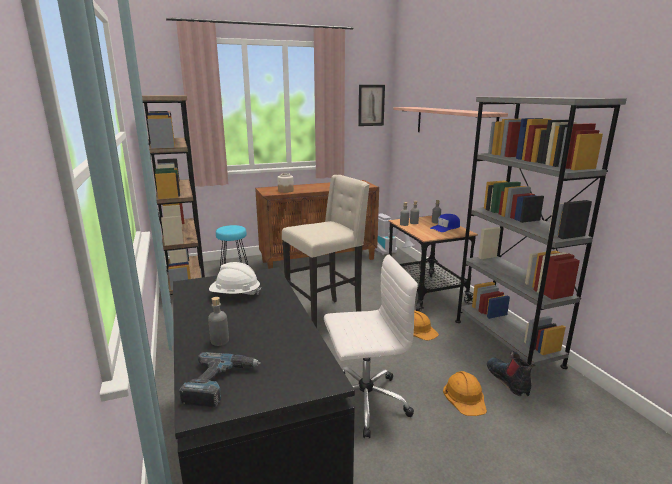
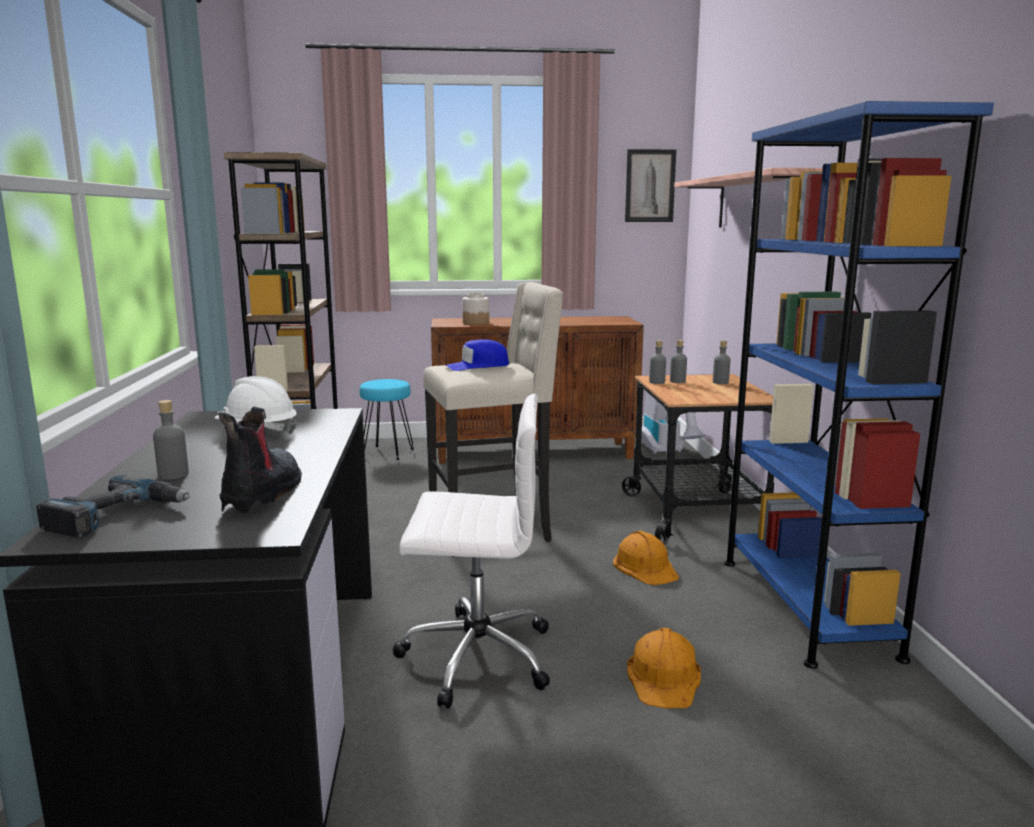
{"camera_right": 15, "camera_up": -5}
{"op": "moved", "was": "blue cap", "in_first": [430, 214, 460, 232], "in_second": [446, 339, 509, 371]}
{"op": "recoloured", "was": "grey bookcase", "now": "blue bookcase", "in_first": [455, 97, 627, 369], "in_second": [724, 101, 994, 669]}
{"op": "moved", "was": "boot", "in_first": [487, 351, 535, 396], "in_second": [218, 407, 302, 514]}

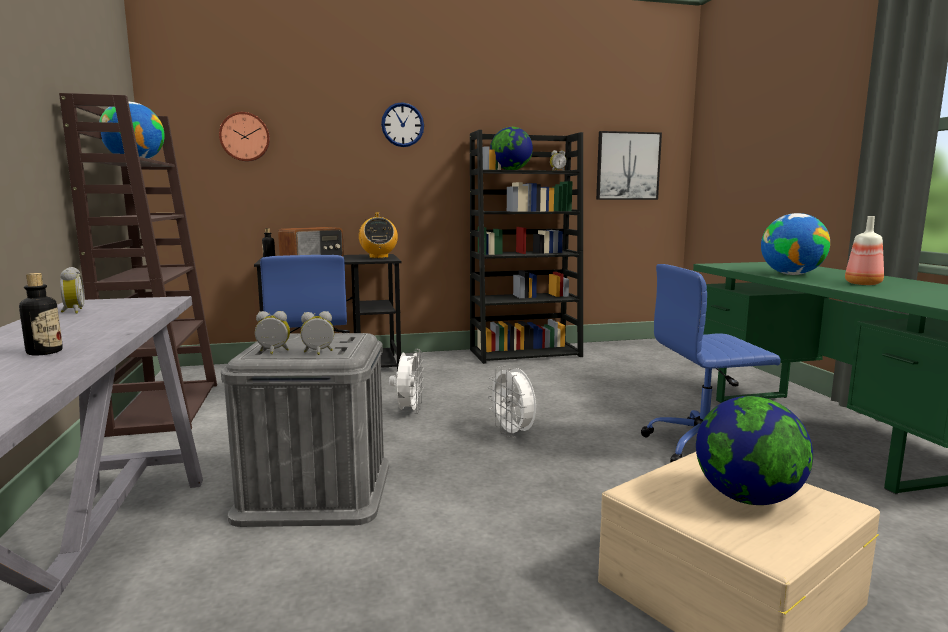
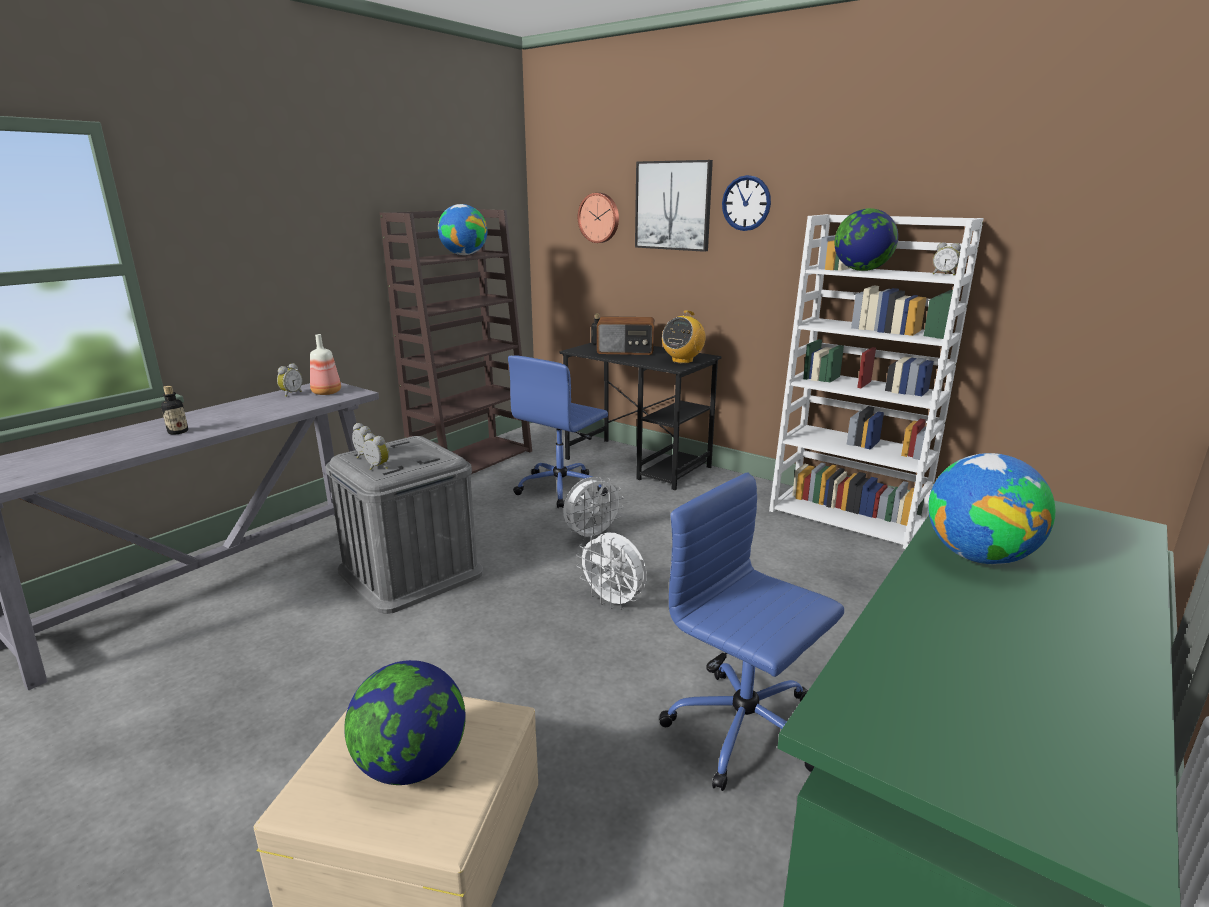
{"camera_right": 50, "camera_up": 10}
{"op": "recoloured", "was": "black bookcase", "now": "white bookcase", "in_first": [470, 130, 583, 364], "in_second": [769, 214, 984, 549]}
{"op": "turned", "was": "white fan", "in_first": [488, 365, 536, 438], "in_second": [576, 532, 647, 610], "clockwise": -75}
{"op": "moved", "was": "picture", "in_first": [596, 131, 662, 200], "in_second": [635, 160, 713, 252]}
{"op": "moved", "was": "bottle", "in_first": [845, 216, 884, 285], "in_second": [310, 334, 341, 395]}

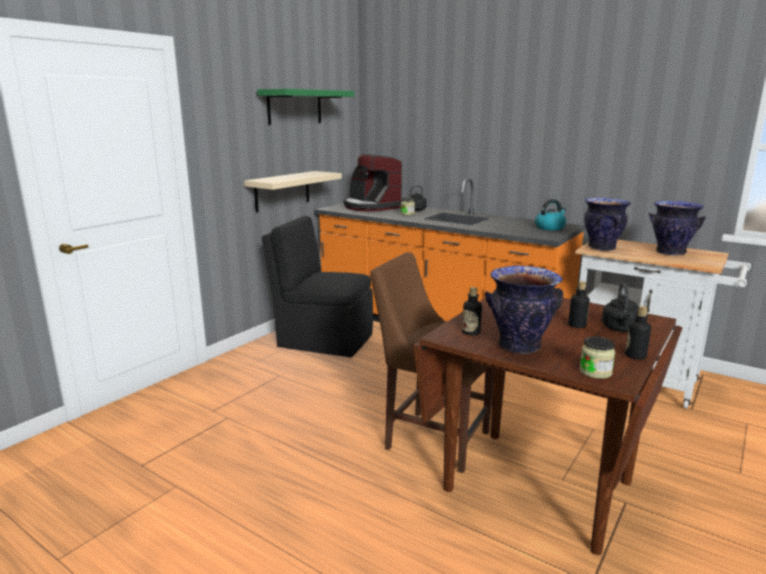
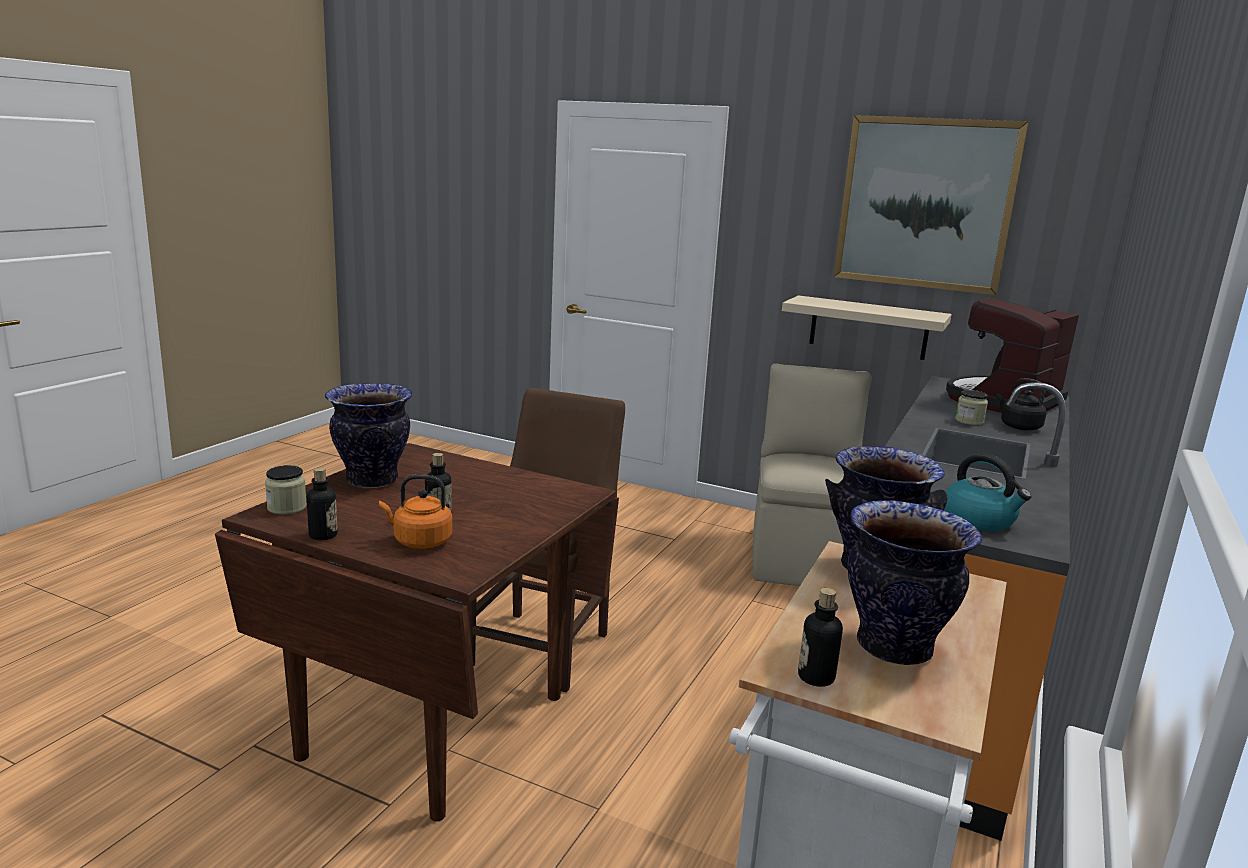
{"camera_right": 80, "camera_up": 0}
{"op": "replaced", "was": "green shelf", "now": "picture", "in_first": [257, 89, 355, 125], "in_second": [833, 115, 1029, 295]}
{"op": "recoloured", "was": "black chair", "now": "beige chair", "in_first": [262, 216, 373, 358], "in_second": [753, 363, 872, 586]}
{"op": "moved", "was": "bottle", "in_first": [462, 287, 482, 336], "in_second": [798, 588, 843, 687]}
{"op": "recoloured", "was": "black kettle", "now": "orange kettle", "in_first": [602, 283, 638, 332], "in_second": [379, 475, 452, 549]}

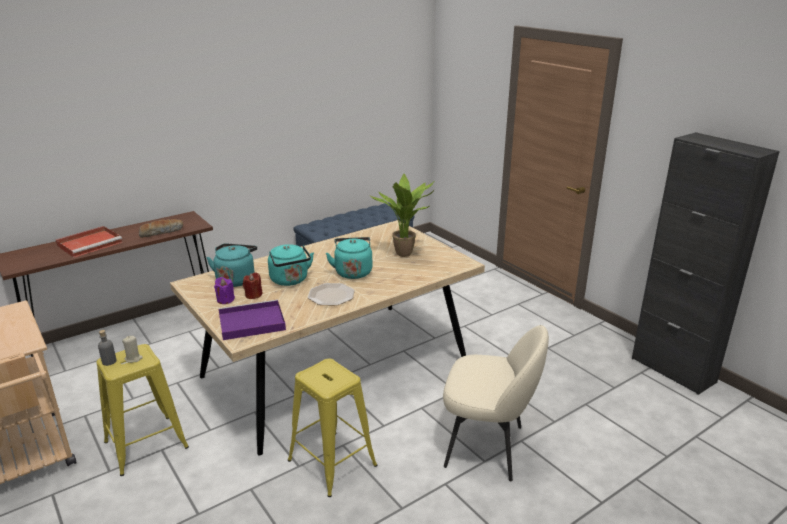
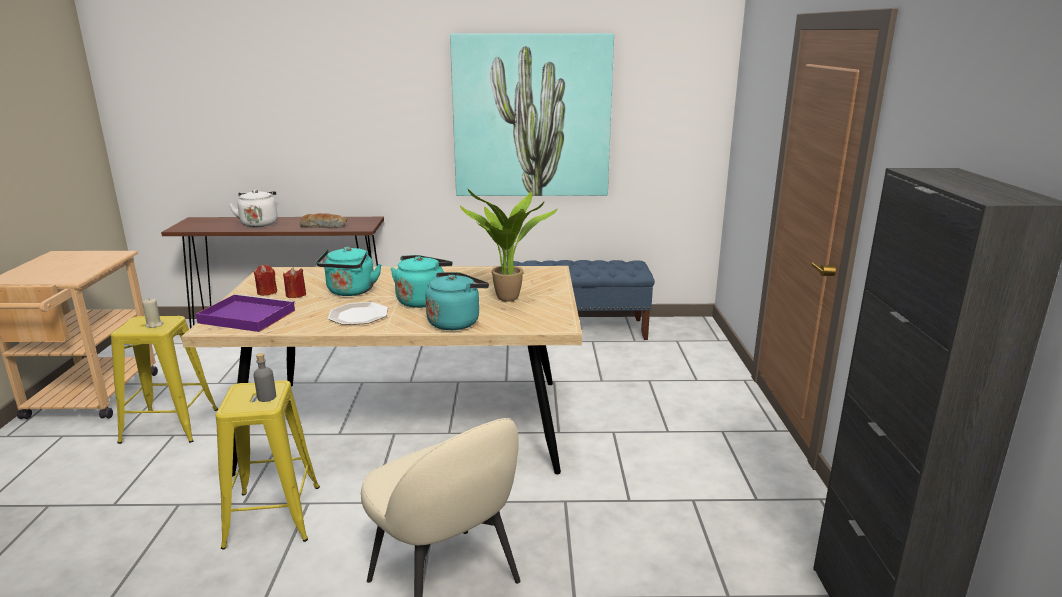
{"camera_right": 35, "camera_up": -5}
{"op": "replaced", "was": "red tray", "now": "white kettle", "in_first": [56, 226, 122, 258], "in_second": [229, 190, 278, 227]}
{"op": "moved", "was": "grey bottle", "in_first": [98, 330, 116, 366], "in_second": [254, 353, 276, 402]}
{"op": "moved", "was": "turquoise kettle", "in_first": [206, 244, 257, 287], "in_second": [425, 272, 489, 330]}
{"op": "recoloured", "was": "purple candle", "now": "red candle", "in_first": [214, 277, 235, 304], "in_second": [254, 265, 277, 296]}
{"op": "added", "now": "picture", "in_second": [450, 34, 614, 196]}

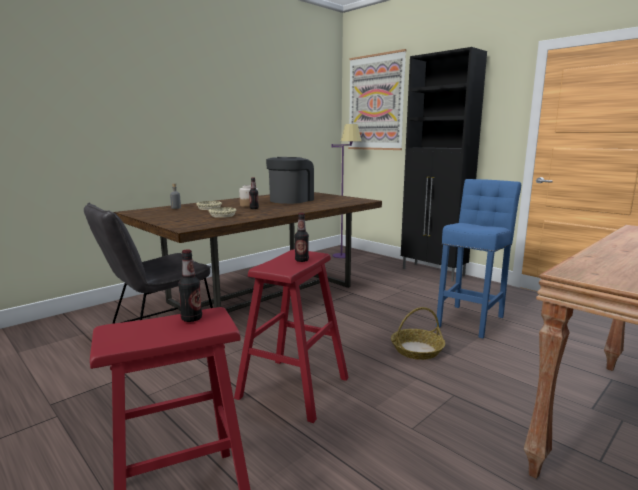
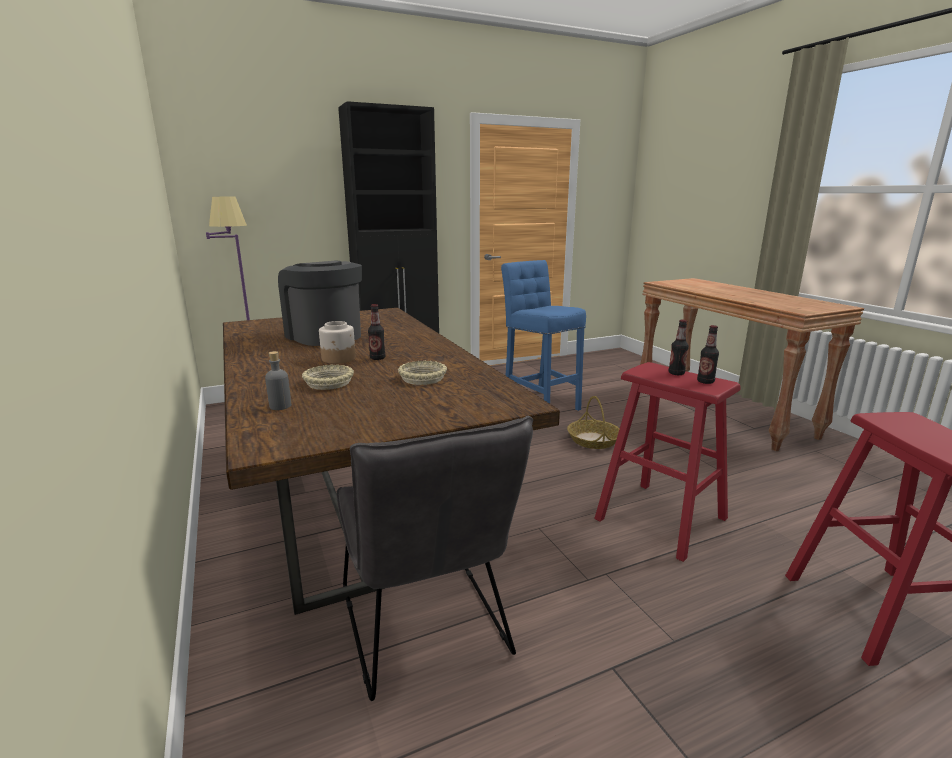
{"camera_right": -70, "camera_up": 5}
{"op": "moved", "was": "bottle", "in_first": [178, 249, 202, 322], "in_second": [697, 325, 719, 384]}
{"op": "removed", "was": "picture", "in_first": [348, 49, 407, 150]}

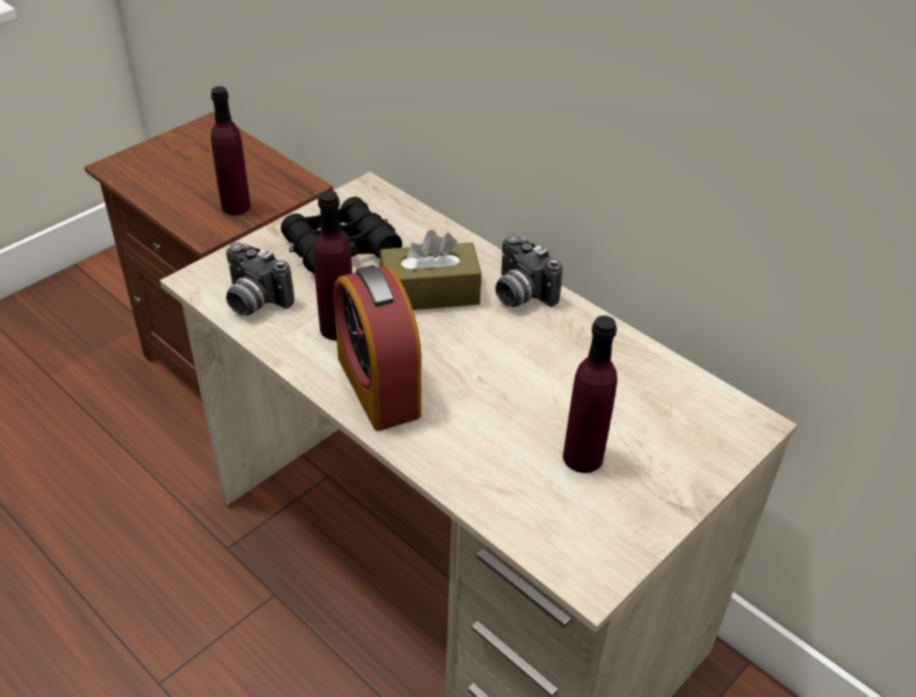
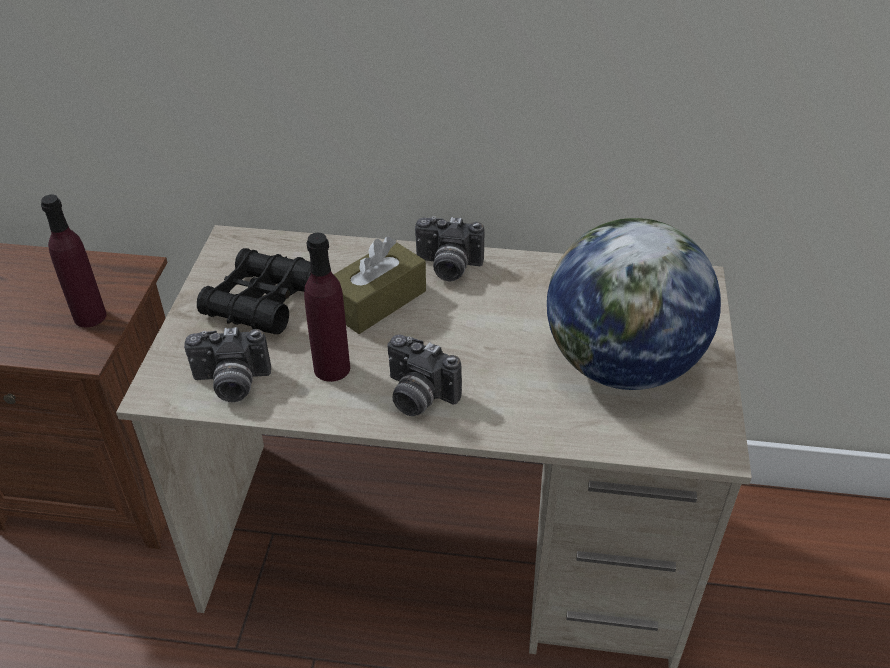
{"camera_right": -35, "camera_up": 0}
{"op": "replaced", "was": "alarm clock", "now": "photo camera", "in_first": [334, 265, 421, 431], "in_second": [388, 335, 462, 416]}
{"op": "replaced", "was": "purple bottle", "now": "globe", "in_first": [563, 315, 617, 473], "in_second": [547, 218, 721, 390]}

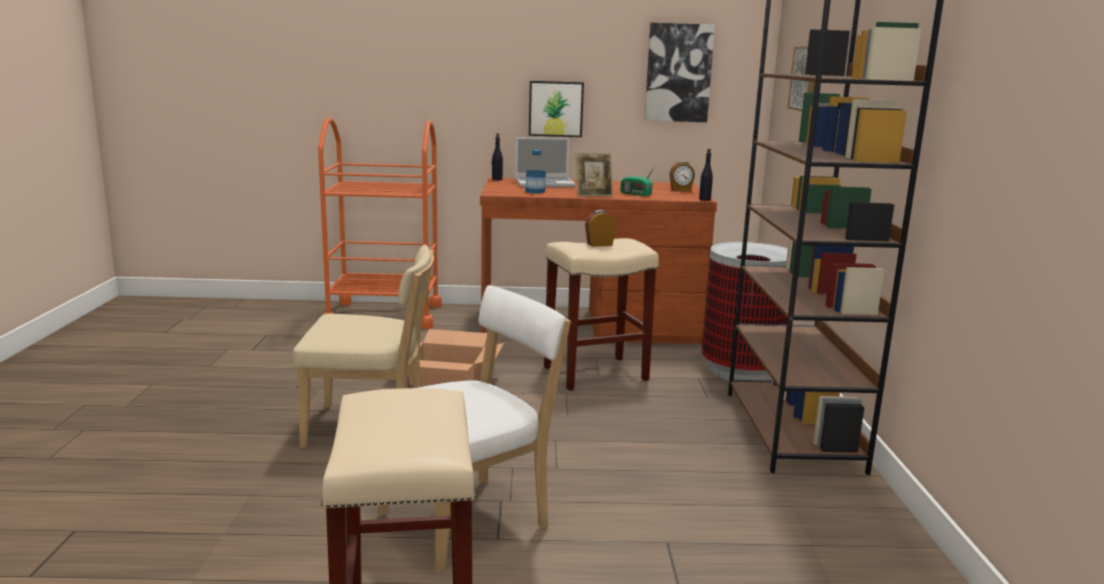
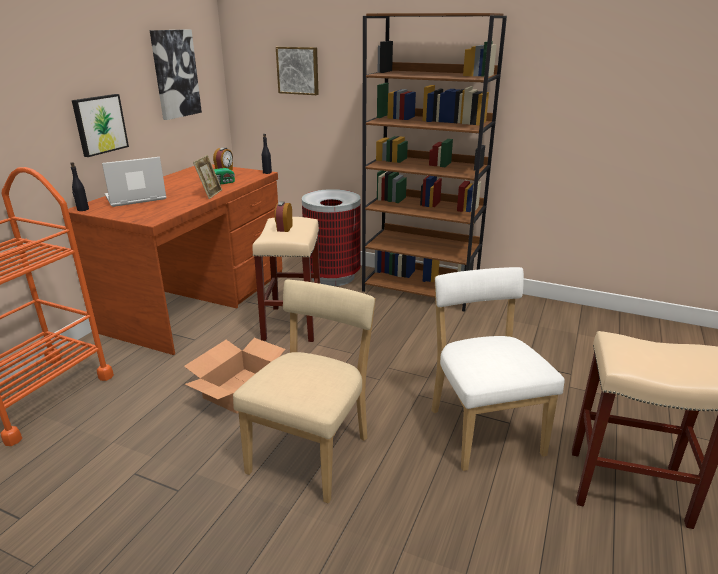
{"camera_right": -65, "camera_up": 10}
{"op": "turned", "was": "laptop", "in_first": [515, 137, 576, 187], "in_second": [102, 157, 167, 207], "clockwise": -135}
{"op": "removed", "was": "bottle", "in_first": [525, 150, 546, 193]}

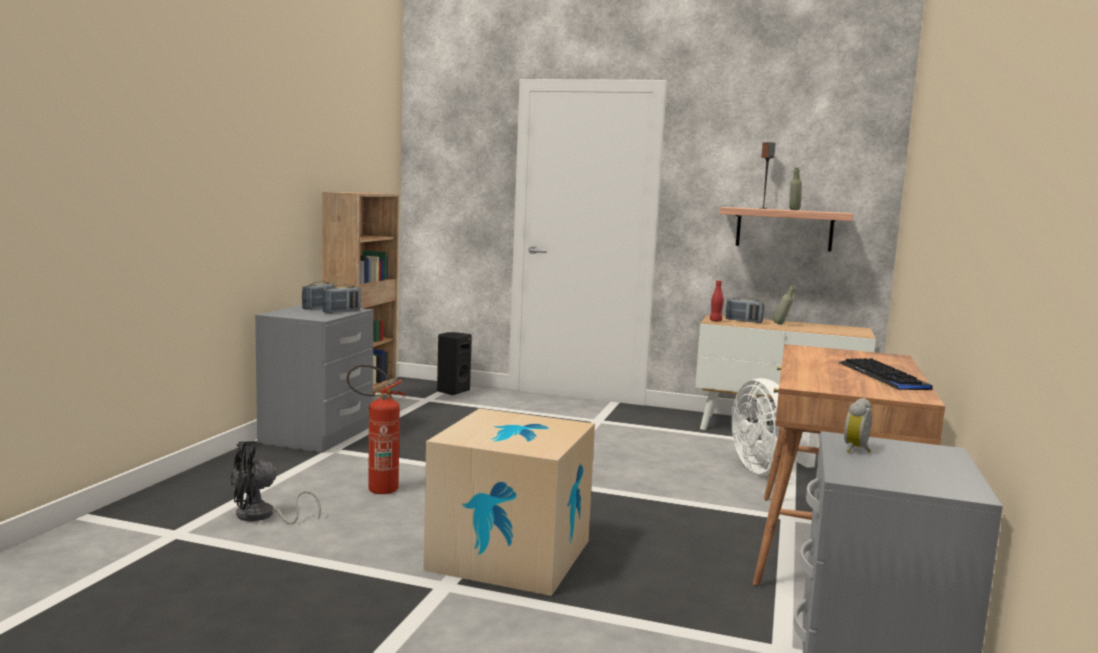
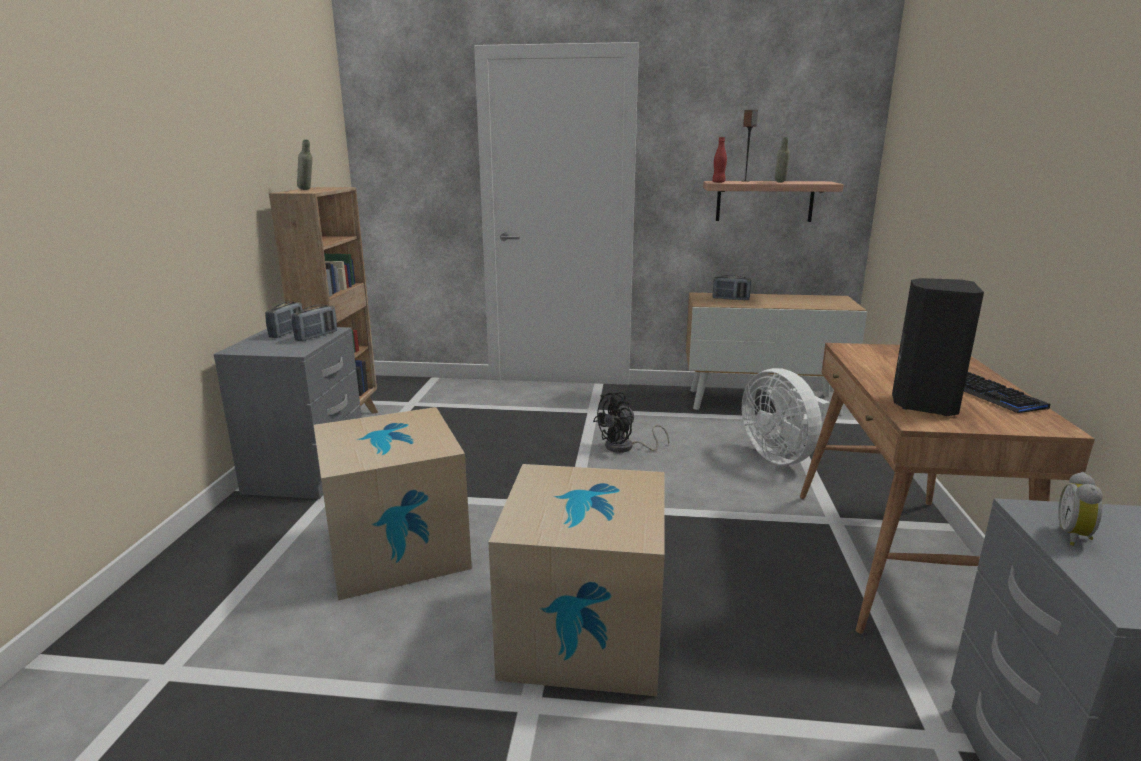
{"camera_right": -10, "camera_up": 10}
{"op": "moved", "was": "black fan", "in_first": [231, 441, 321, 524], "in_second": [593, 392, 669, 453]}
{"op": "replaced", "was": "fire extinguisher", "now": "cardboard box", "in_first": [346, 364, 406, 494], "in_second": [314, 407, 472, 601]}
{"op": "moved", "was": "black speaker", "in_first": [437, 332, 472, 395], "in_second": [892, 278, 984, 416]}
{"op": "moved", "was": "red bottle", "in_first": [710, 280, 724, 321], "in_second": [712, 137, 727, 183]}
{"op": "moved", "was": "grey bottle", "in_first": [773, 285, 796, 325], "in_second": [297, 139, 313, 190]}

